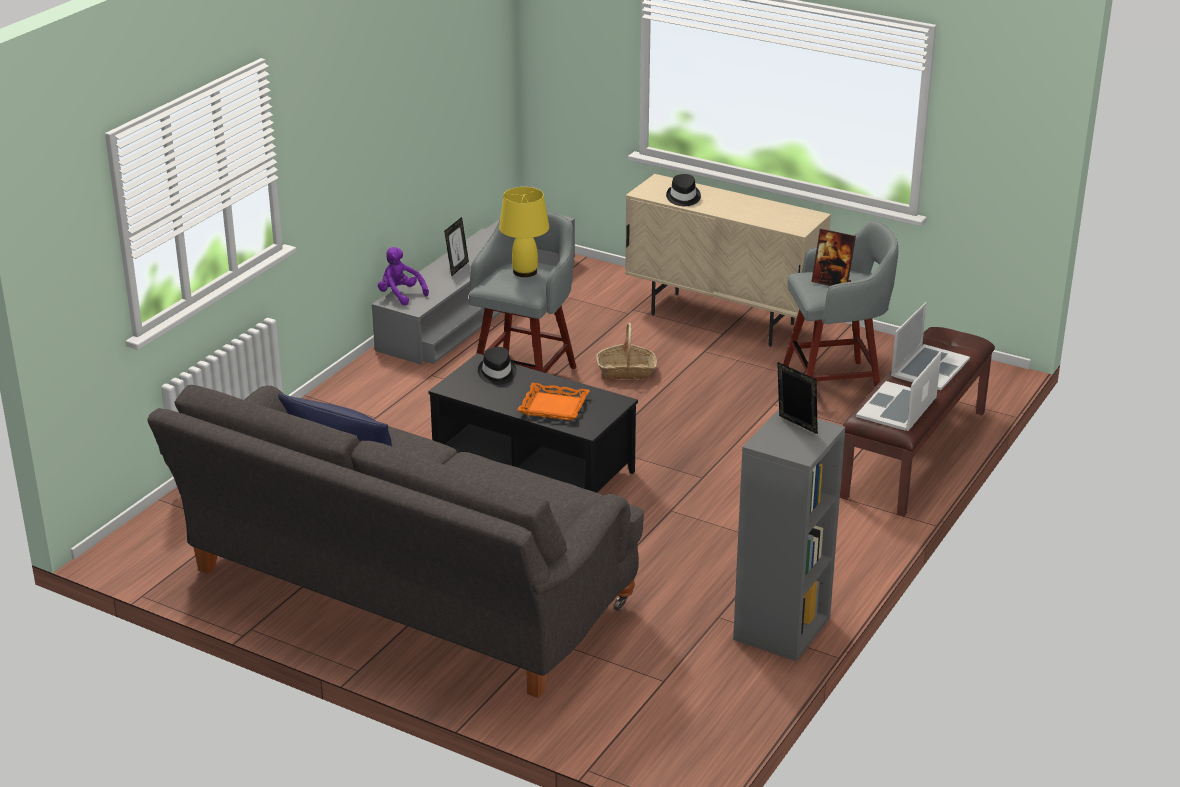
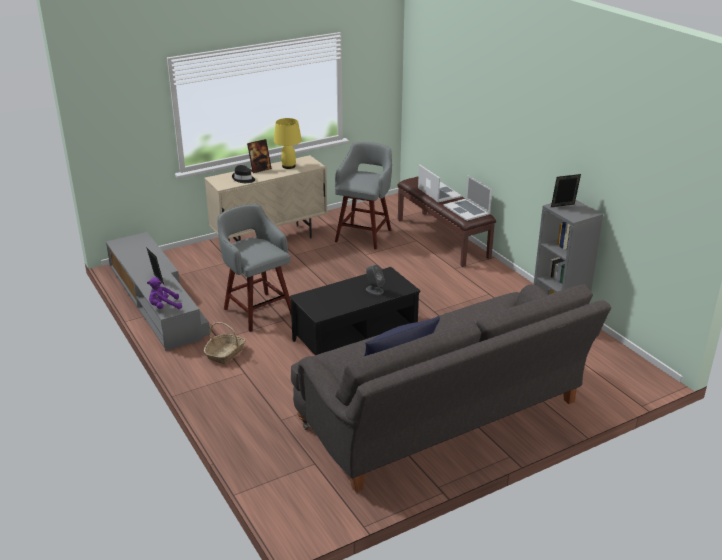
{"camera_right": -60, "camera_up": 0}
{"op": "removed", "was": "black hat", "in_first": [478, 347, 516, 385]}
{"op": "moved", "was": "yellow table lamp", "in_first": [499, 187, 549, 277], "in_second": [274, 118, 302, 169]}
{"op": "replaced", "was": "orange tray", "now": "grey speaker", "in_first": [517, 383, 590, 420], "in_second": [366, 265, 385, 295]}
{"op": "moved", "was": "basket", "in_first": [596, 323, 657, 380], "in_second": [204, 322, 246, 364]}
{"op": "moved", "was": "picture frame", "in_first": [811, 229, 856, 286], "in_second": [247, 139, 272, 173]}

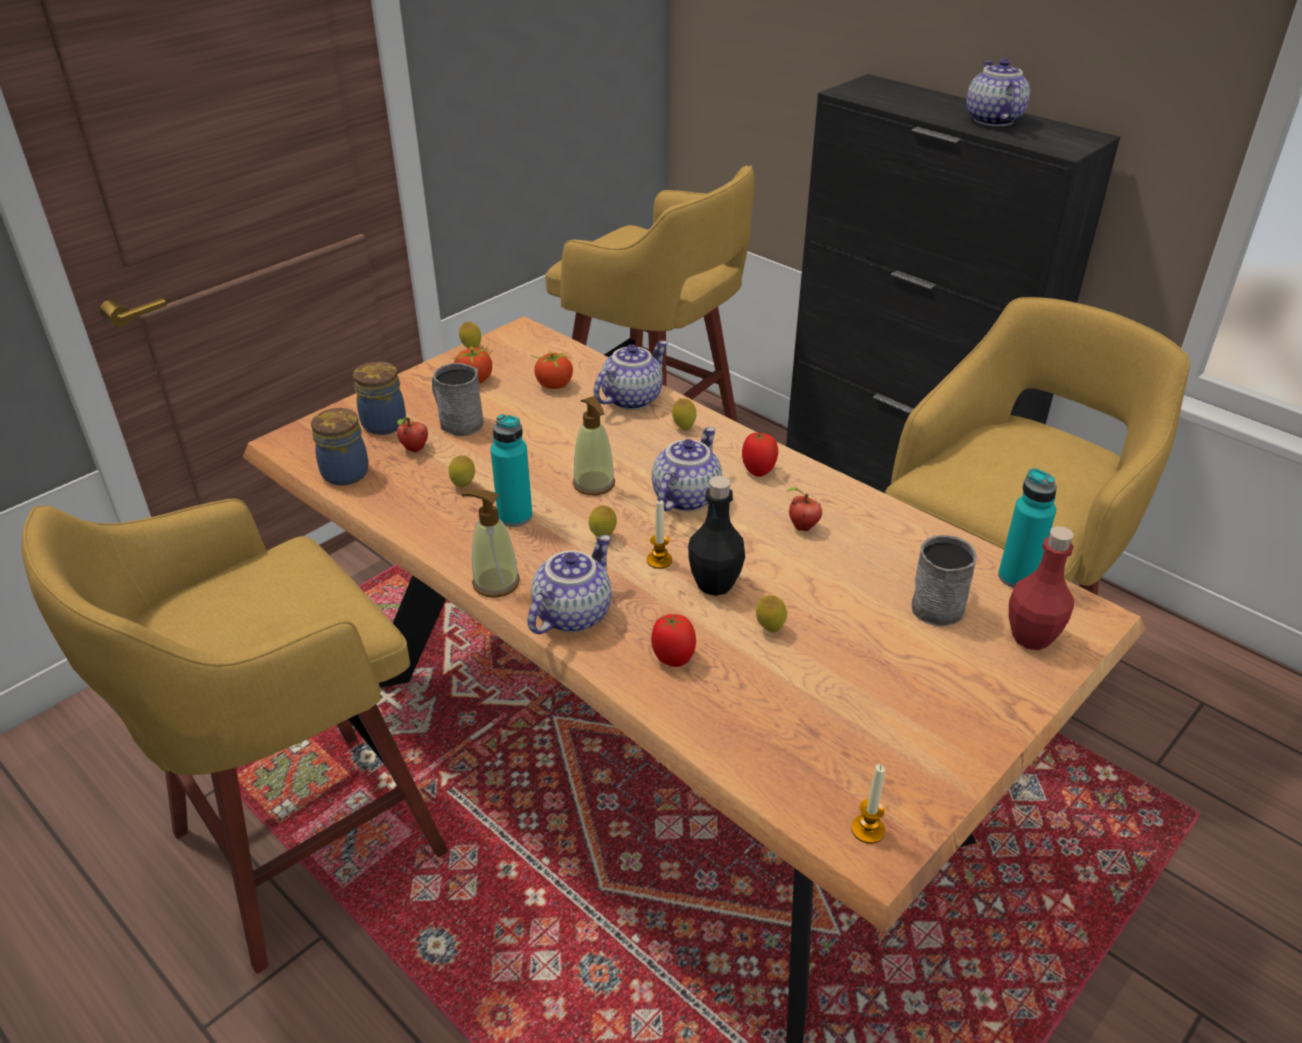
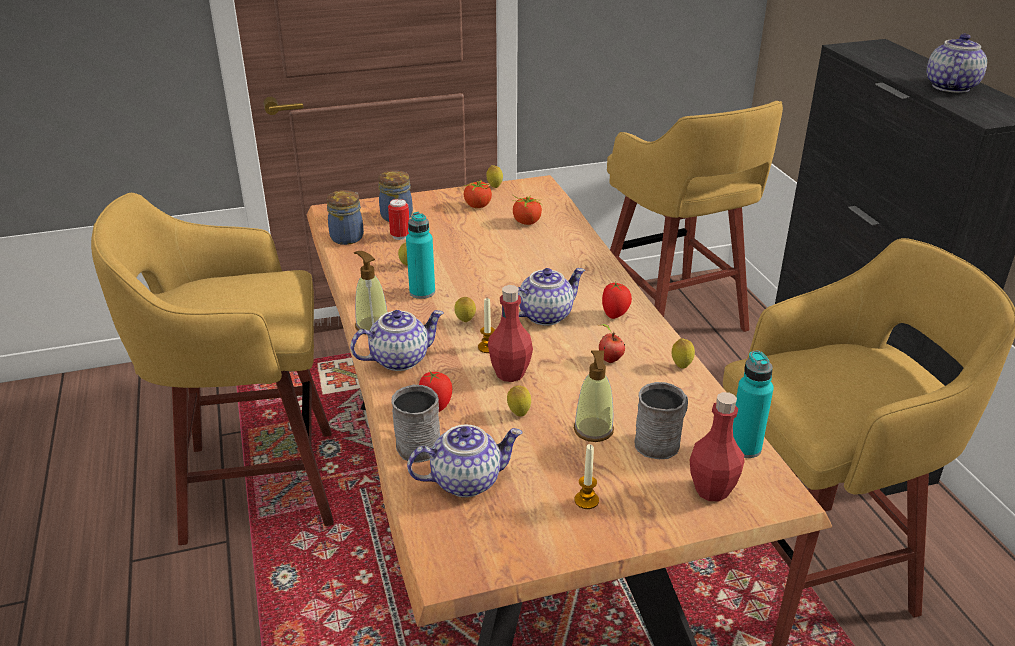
{"camera_right": 30, "camera_up": -5}
{"op": "replaced", "was": "apple", "now": "can", "in_first": [397, 417, 428, 452], "in_second": [388, 199, 409, 240]}
{"op": "moved", "was": "grey mug", "in_first": [432, 363, 484, 437], "in_second": [391, 385, 440, 463]}
{"op": "moved", "was": "soap dispenser", "in_first": [573, 396, 615, 495], "in_second": [574, 351, 614, 442]}
{"op": "moved", "was": "teapot", "in_first": [593, 341, 668, 410], "in_second": [407, 425, 523, 497]}
{"op": "moved", "was": "lemon", "in_first": [672, 398, 696, 430], "in_second": [672, 338, 695, 369]}
{"op": "recoloured", "was": "black bottle", "now": "red bottle", "in_first": [688, 476, 745, 596], "in_second": [488, 285, 533, 382]}
{"op": "moved", "was": "candle", "in_first": [851, 764, 885, 844], "in_second": [574, 444, 599, 509]}

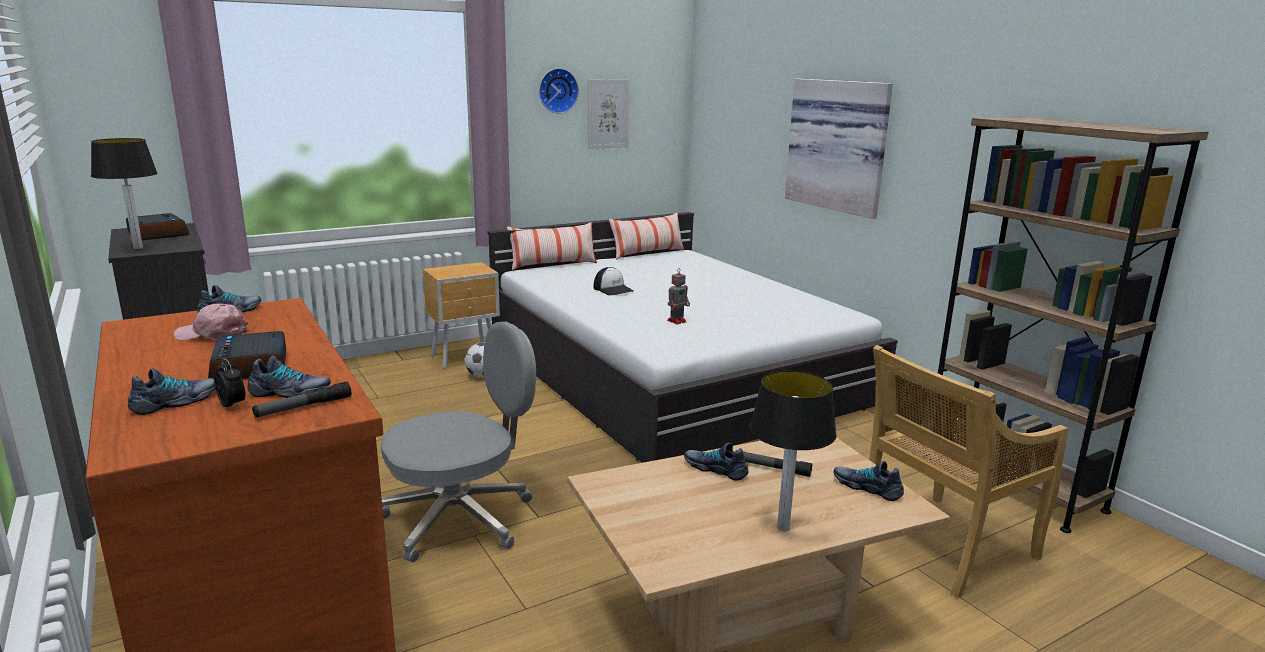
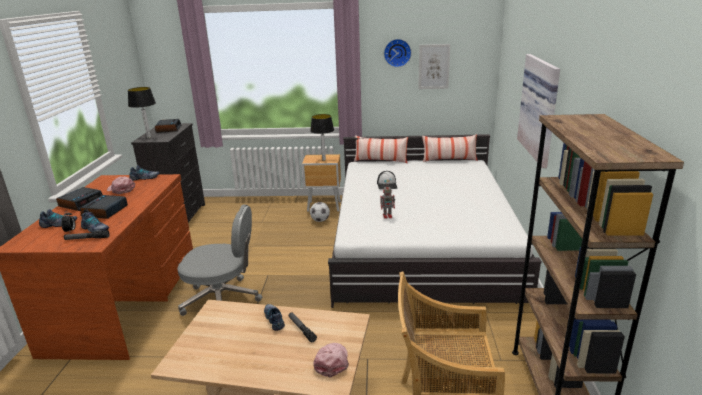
{"camera_right": 35, "camera_up": 5}
{"op": "moved", "was": "table lamp", "in_first": [749, 371, 837, 531], "in_second": [310, 114, 334, 161]}
{"op": "replaced", "was": "shoe", "now": "pink cap", "in_first": [833, 461, 904, 501], "in_second": [313, 343, 349, 378]}
{"op": "added", "now": "alarm clock", "in_second": [56, 187, 103, 211]}

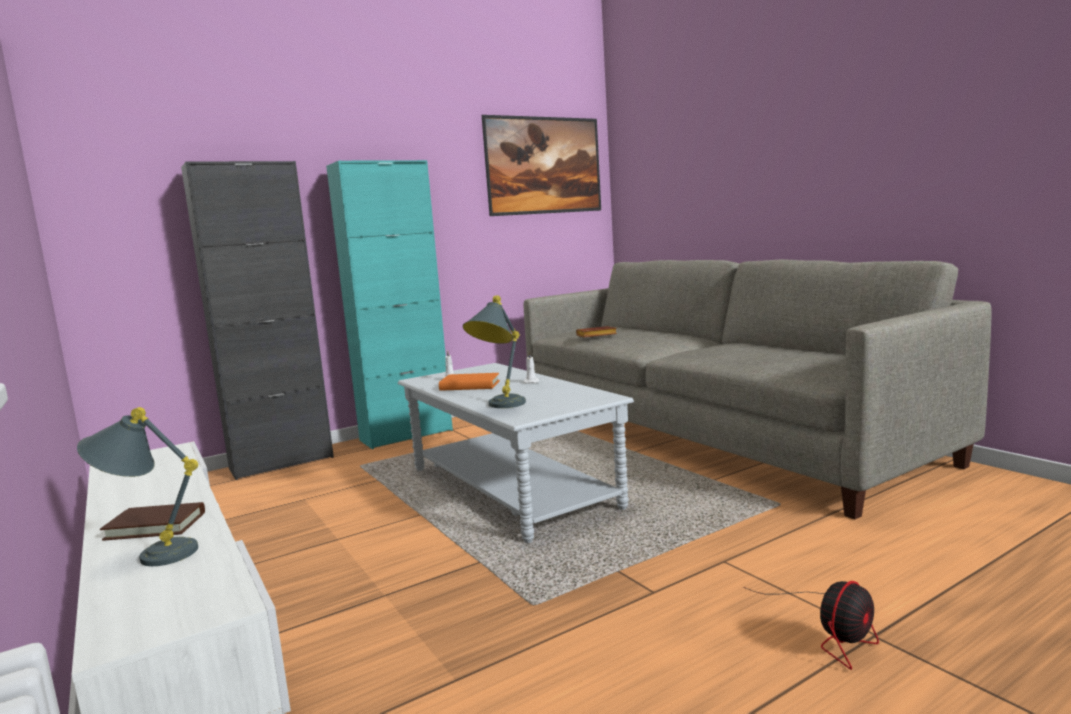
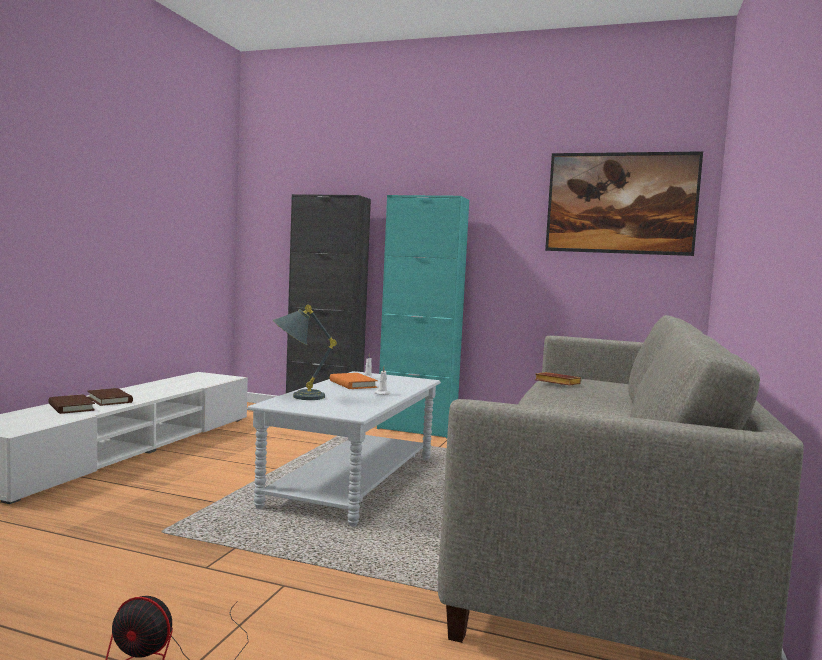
{"camera_right": 50, "camera_up": -5}
{"op": "replaced", "was": "grey table lamp", "now": "brown book", "in_first": [77, 407, 198, 566], "in_second": [49, 394, 95, 414]}

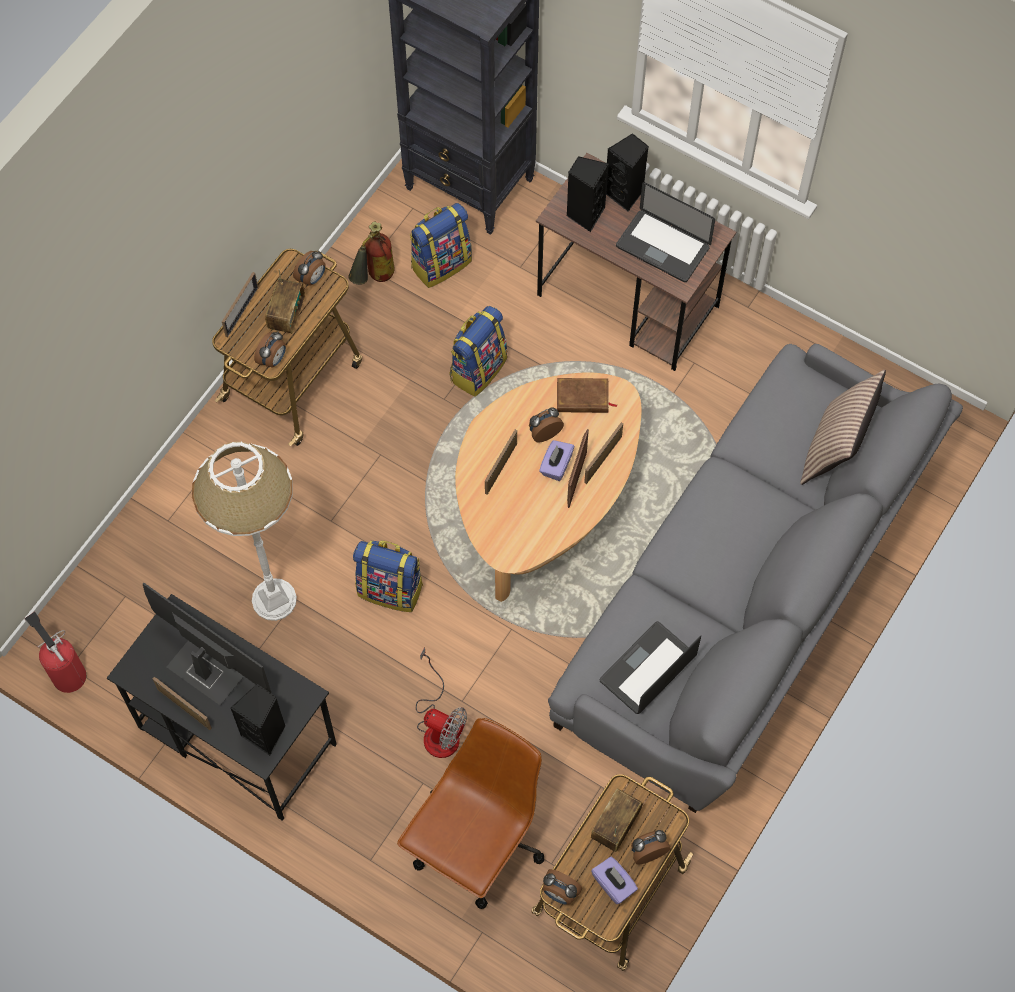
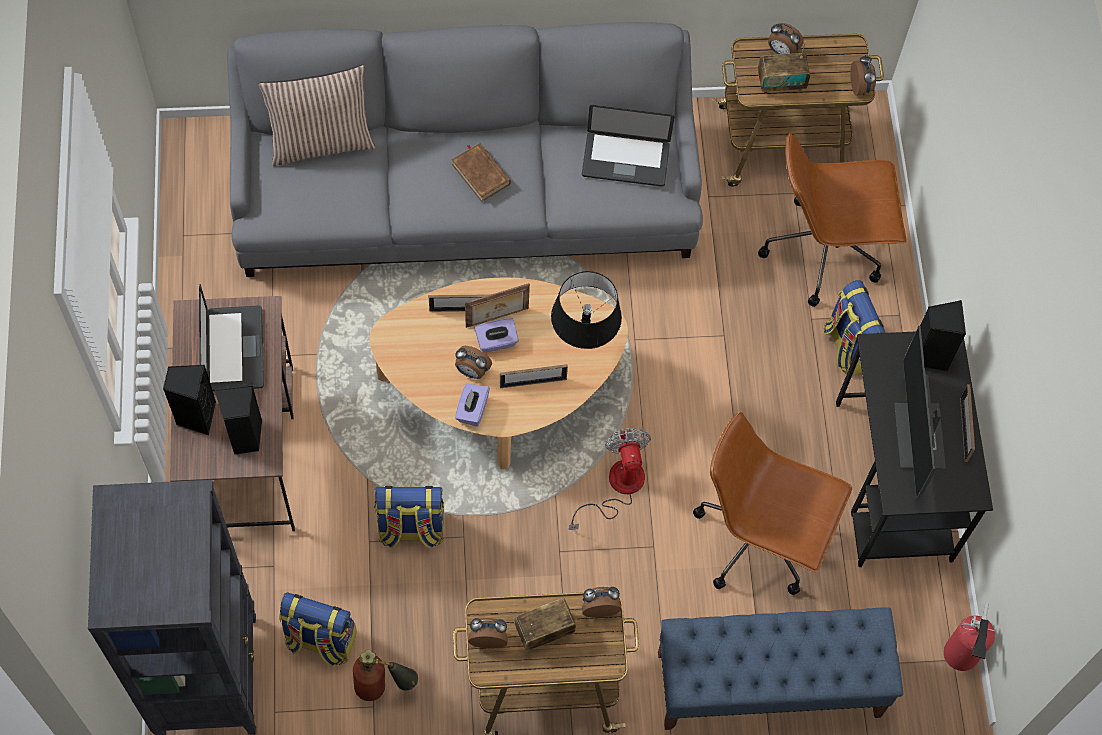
{"camera_right": -130, "camera_up": 0}
{"op": "replaced", "was": "white floor lamp", "now": "brown office chair", "in_first": [192, 442, 297, 621], "in_second": [693, 412, 852, 595]}
{"op": "removed", "was": "picture frame", "in_first": [222, 272, 258, 337]}
{"op": "moved", "was": "backpack", "in_first": [353, 541, 423, 612], "in_second": [823, 280, 885, 374]}
{"op": "moved", "was": "fan", "in_first": [416, 647, 467, 758], "in_second": [569, 428, 651, 530]}
{"op": "moved", "was": "brown book", "in_first": [557, 378, 617, 413], "in_second": [452, 143, 511, 202]}
{"op": "moved", "was": "purple tissue box", "in_first": [591, 857, 638, 904], "in_second": [455, 384, 490, 427]}
{"op": "added", "now": "black table lamp", "in_second": [551, 271, 622, 349]}
{"op": "added", "now": "blue bench", "in_second": [658, 607, 903, 730]}

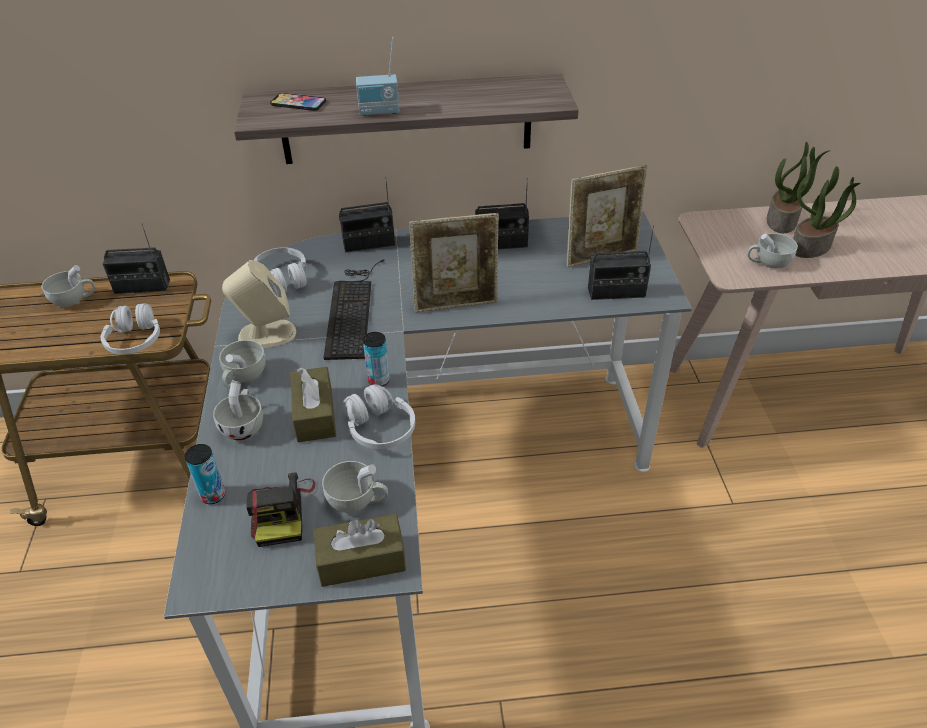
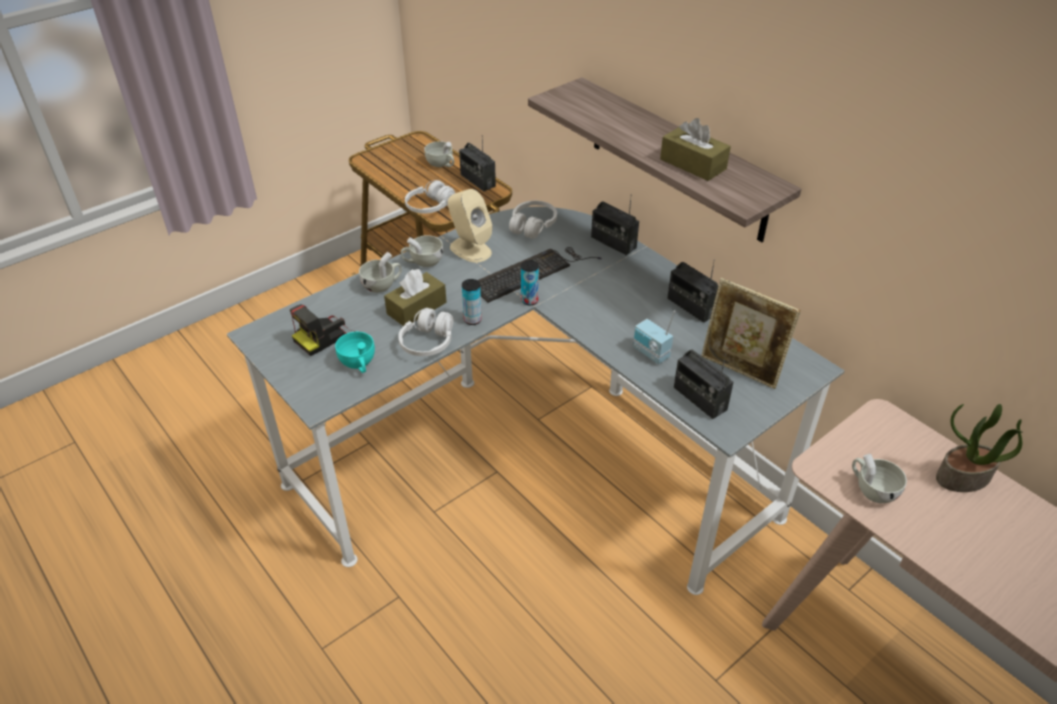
{"camera_right": 55, "camera_up": 0}
{"op": "moved", "was": "can", "in_first": [185, 444, 225, 504], "in_second": [521, 260, 539, 305]}
{"op": "removed", "was": "phone", "in_first": [270, 93, 326, 111]}
{"op": "moved", "was": "brown tissue box", "in_first": [313, 514, 406, 587], "in_second": [660, 118, 731, 181]}
{"op": "recoloured", "was": "white cup", "now": "turquoise cup", "in_first": [322, 461, 388, 513], "in_second": [335, 332, 375, 373]}
{"op": "moved", "was": "radio", "in_first": [356, 37, 400, 116], "in_second": [633, 310, 675, 364]}
{"op": "removed", "was": "picture frame", "in_first": [409, 213, 499, 313]}
{"op": "removed", "was": "potted plant", "in_first": [793, 166, 861, 258]}

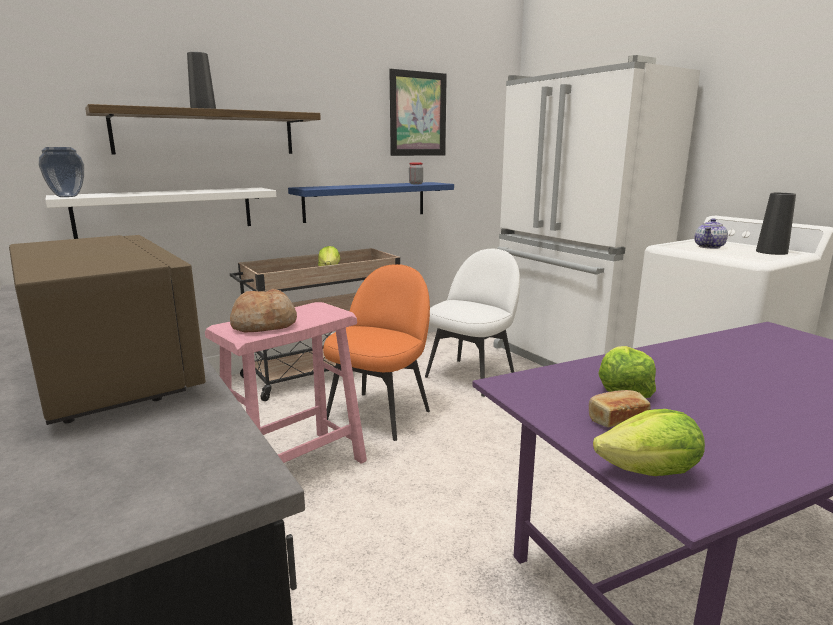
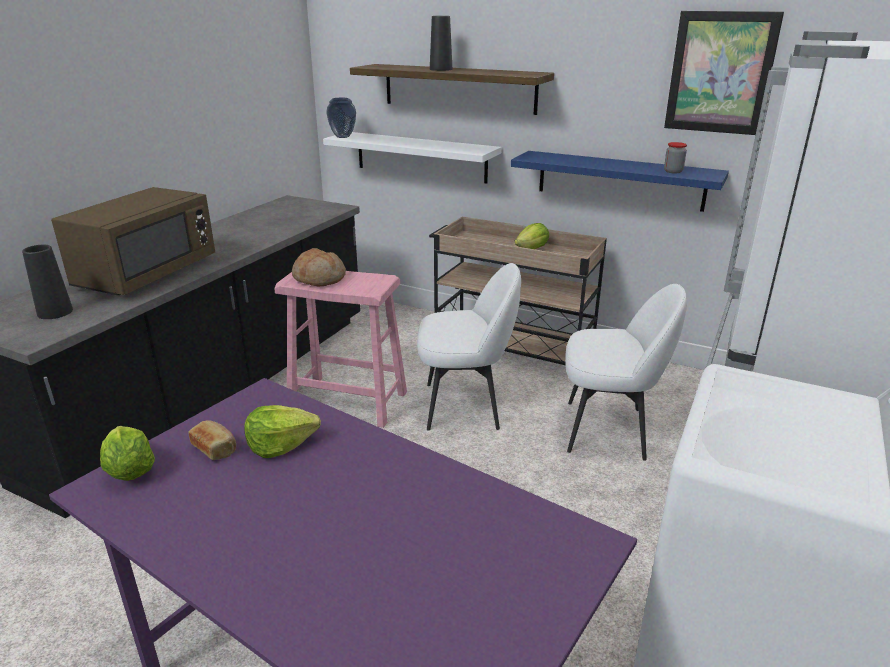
{"camera_right": 60, "camera_up": 10}
{"op": "recoloured", "was": "orange chair", "now": "white chair", "in_first": [323, 264, 430, 441], "in_second": [417, 263, 521, 431]}
{"op": "removed", "was": "teapot", "in_first": [694, 218, 728, 249]}
{"op": "moved", "was": "black vase", "in_first": [756, 193, 796, 255], "in_second": [22, 245, 73, 319]}

